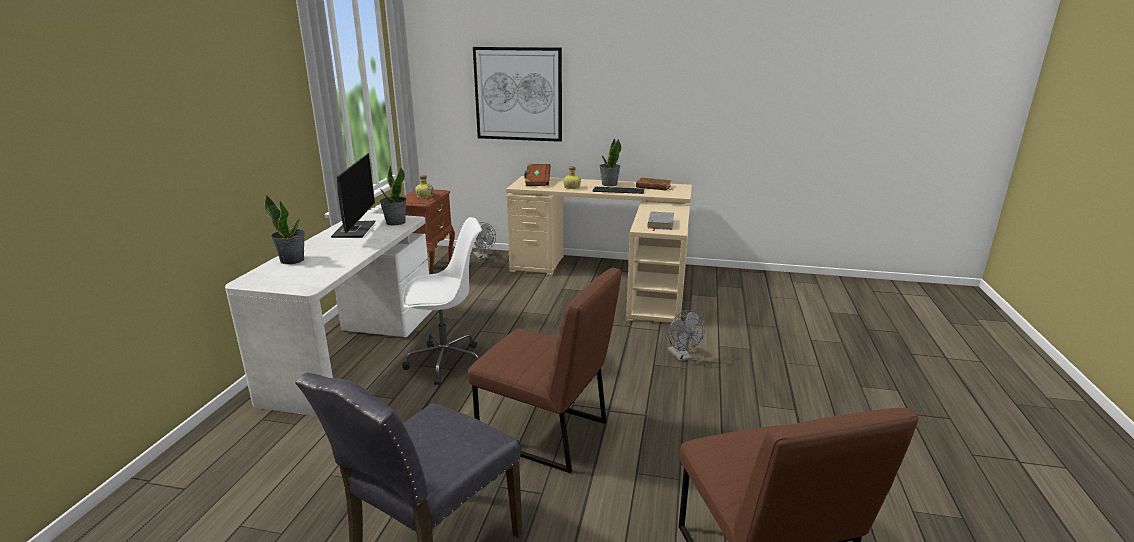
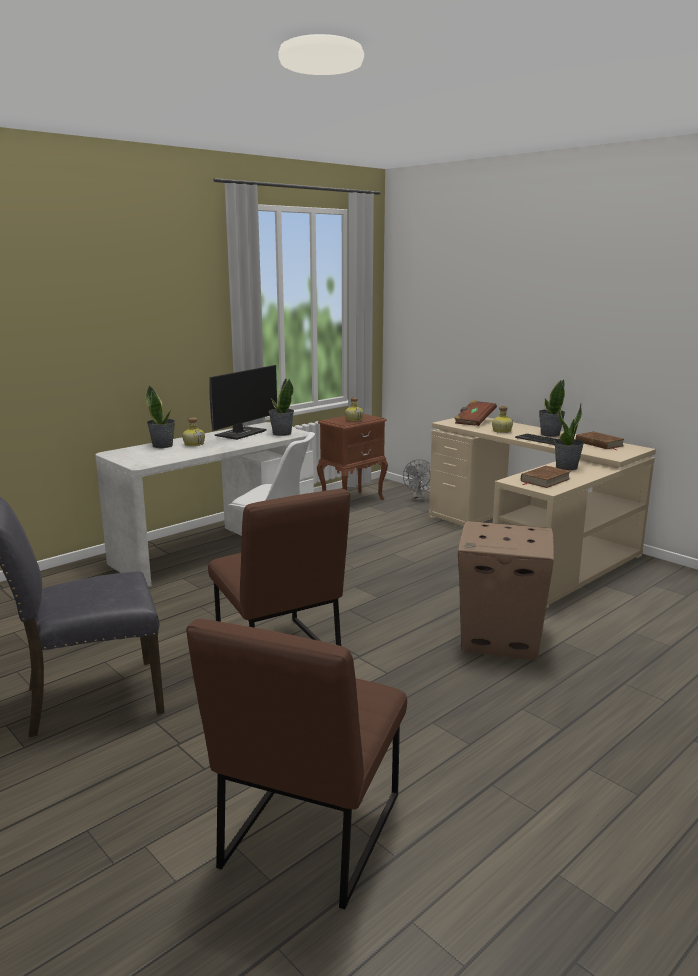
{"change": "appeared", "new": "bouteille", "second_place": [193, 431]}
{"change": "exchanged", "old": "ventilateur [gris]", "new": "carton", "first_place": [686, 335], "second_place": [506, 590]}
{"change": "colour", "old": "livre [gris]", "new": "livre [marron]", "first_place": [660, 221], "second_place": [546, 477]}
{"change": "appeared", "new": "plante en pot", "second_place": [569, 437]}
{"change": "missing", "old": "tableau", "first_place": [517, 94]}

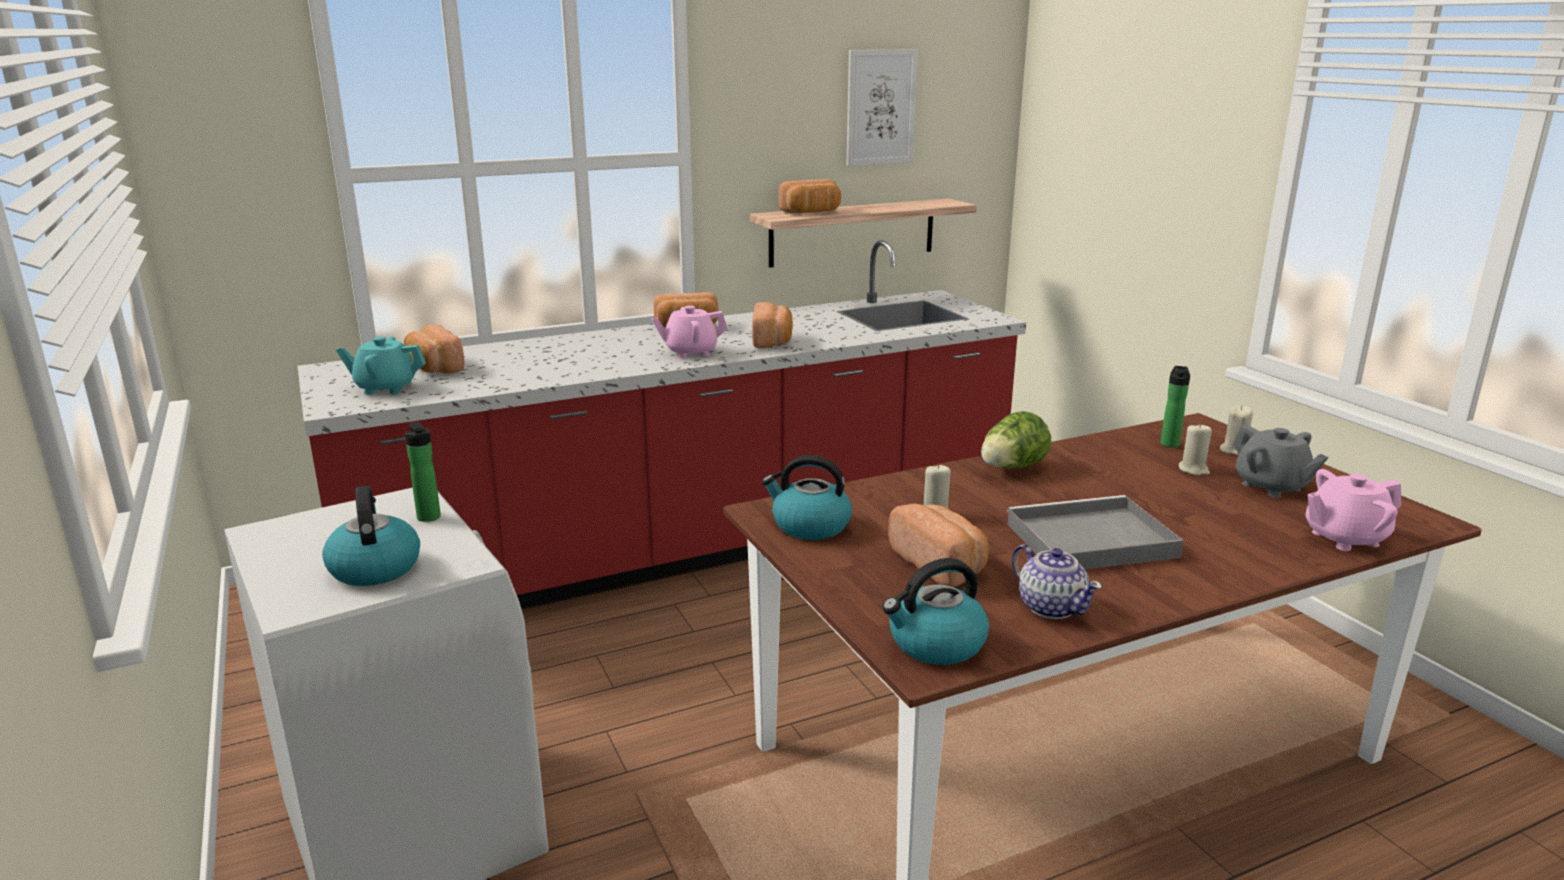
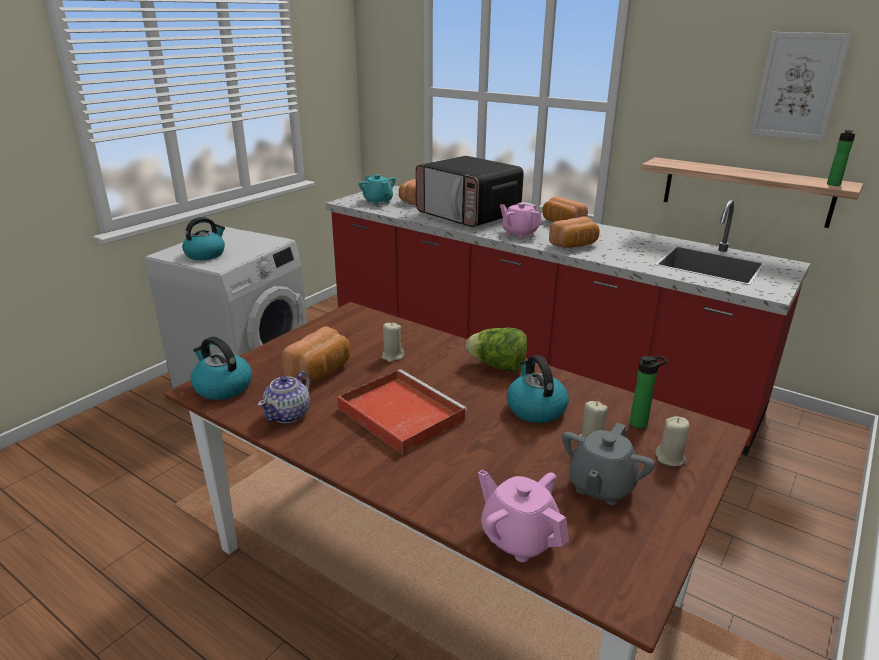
{"change": "colour", "old": "plateau [gris]", "new": "plateau [rouge]", "first_place": [1095, 532], "second_place": [402, 411]}
{"change": "appeared", "new": "micro-ondes", "second_place": [470, 191]}
{"change": "relocated", "old": "bouilloire", "first_place": [807, 497], "second_place": [538, 389]}
{"change": "relocated", "old": "bouteille", "first_place": [423, 472], "second_place": [841, 158]}
{"change": "missing", "old": "pain", "first_place": [809, 196]}

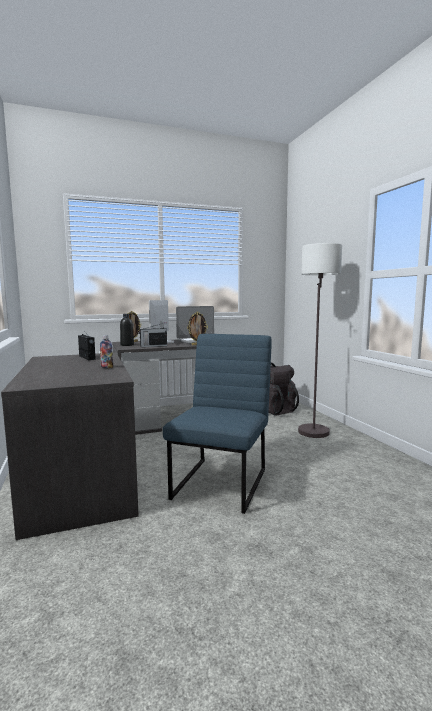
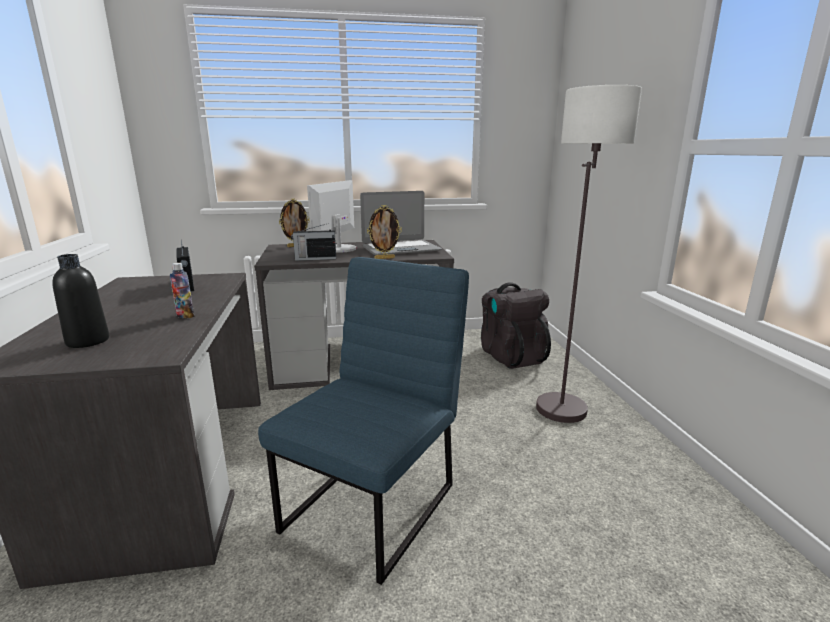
{"change": "relocated", "old": "bouteille [noir]", "first_place": [127, 330], "second_place": [80, 301]}

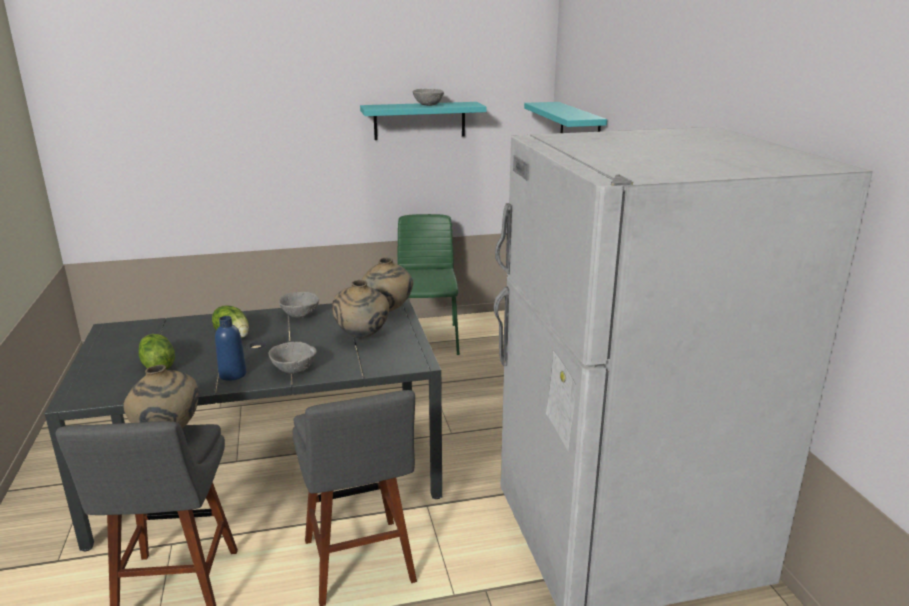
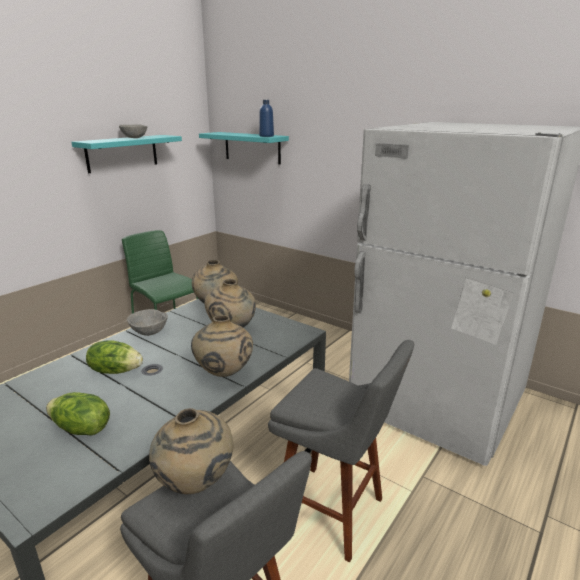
{"change": "exchanged", "old": "bol [gris]", "new": "vase [beige]", "first_place": [293, 358], "second_place": [222, 346]}
{"change": "relocated", "old": "bouteille [bleu]", "first_place": [231, 348], "second_place": [266, 118]}

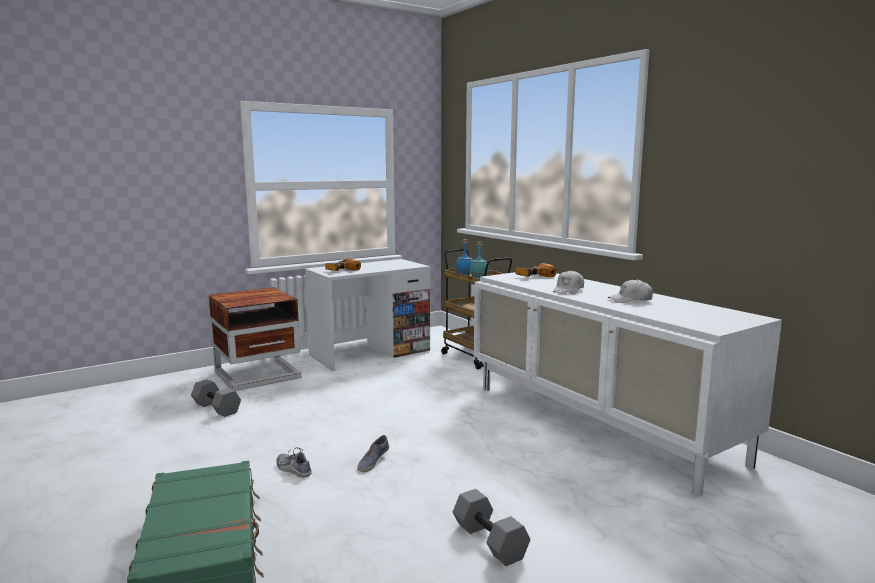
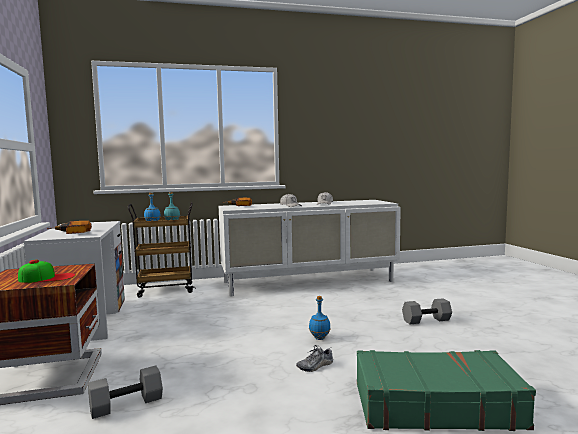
{"change": "appeared", "new": "casquette", "second_place": [47, 271]}
{"change": "exchanged", "old": "chaussure", "new": "bouteille [bleu]", "first_place": [373, 453], "second_place": [320, 318]}

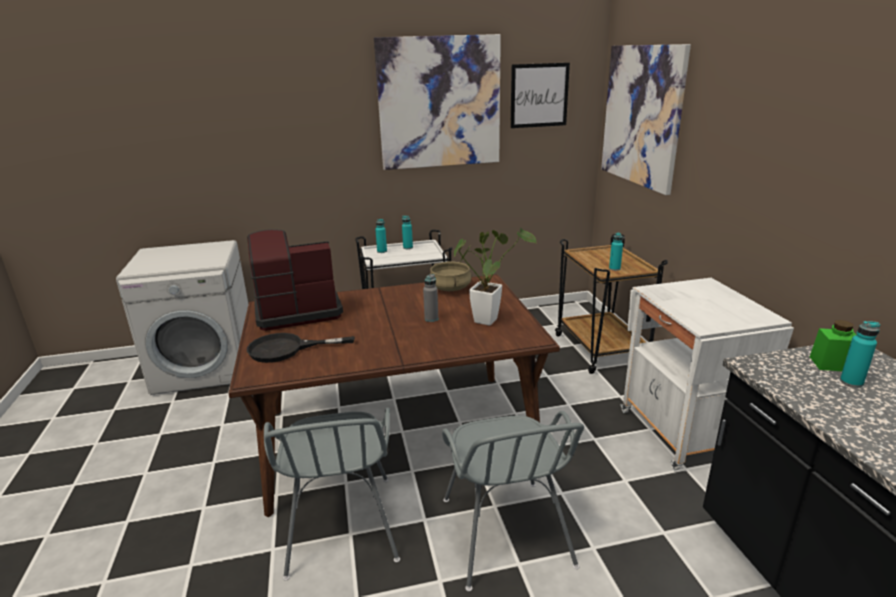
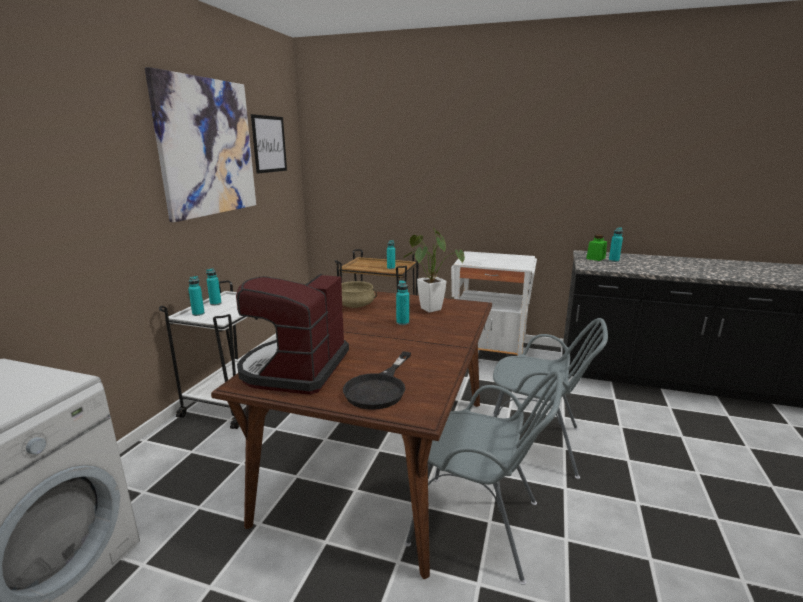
{"change": "colour", "old": "bouteille [gris]", "new": "bouteille [turquoise]", "first_place": [430, 298], "second_place": [402, 302]}
{"change": "missing", "old": "tableau", "first_place": [646, 119]}

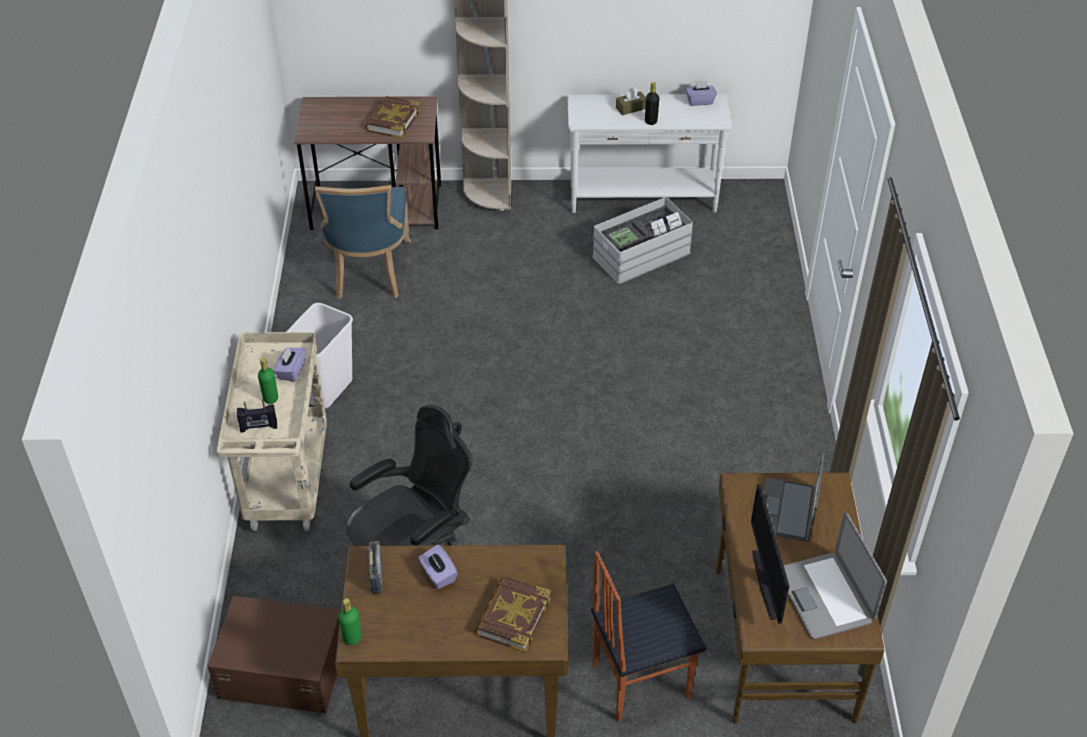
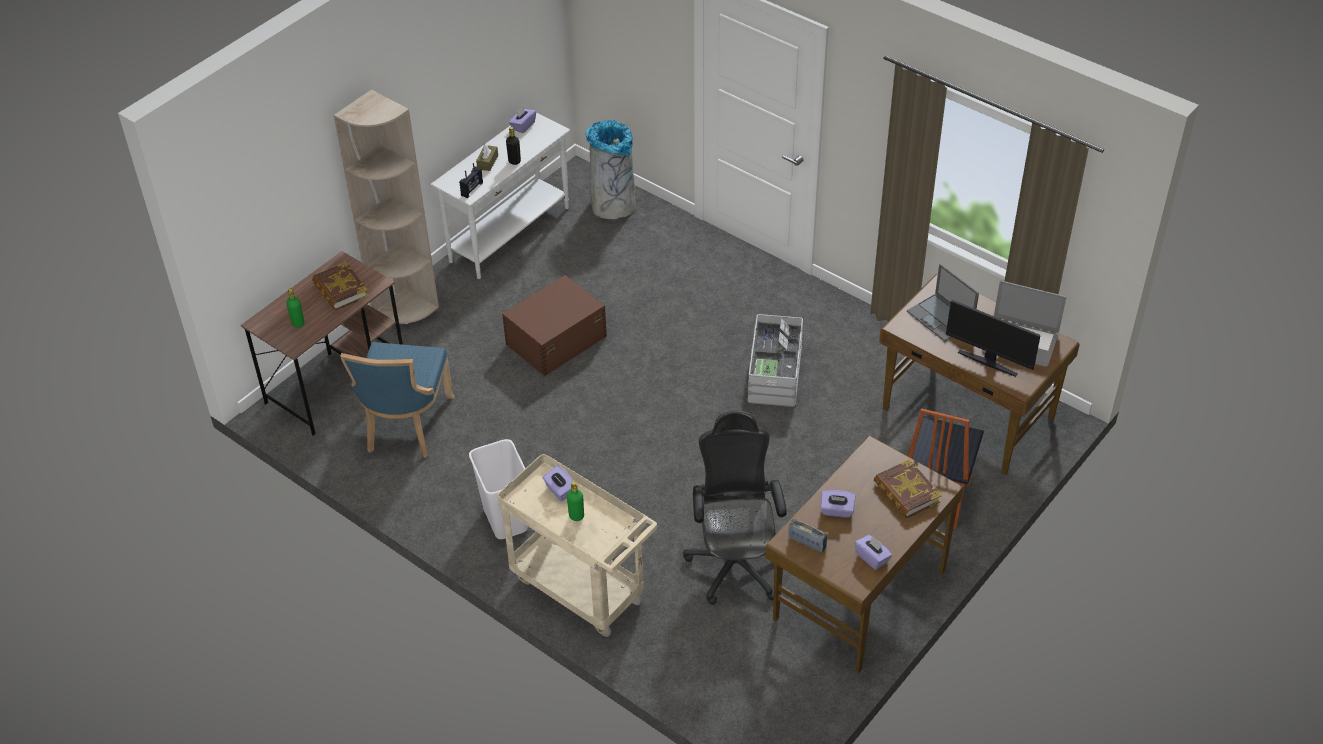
{"change": "relocated", "old": "bouteille [vert]", "first_place": [350, 621], "second_place": [295, 308]}
{"change": "spun", "old": "chaise [bleu]", "first_place": [363, 242], "second_place": [397, 400], "degrees": 60}
{"change": "relocated", "old": "radio", "first_place": [257, 415], "second_place": [471, 180]}
{"change": "relocated", "old": "boîte de rangement [marron]", "first_place": [274, 654], "second_place": [554, 325]}
{"change": "appeared", "new": "poubelle [gris]", "second_place": [610, 169]}
{"change": "relocated", "old": "boîte de rangement [gris]", "first_place": [642, 240], "second_place": [775, 360]}
{"change": "appeared", "new": "boîte à mouchoirs [violet]", "second_place": [873, 552]}

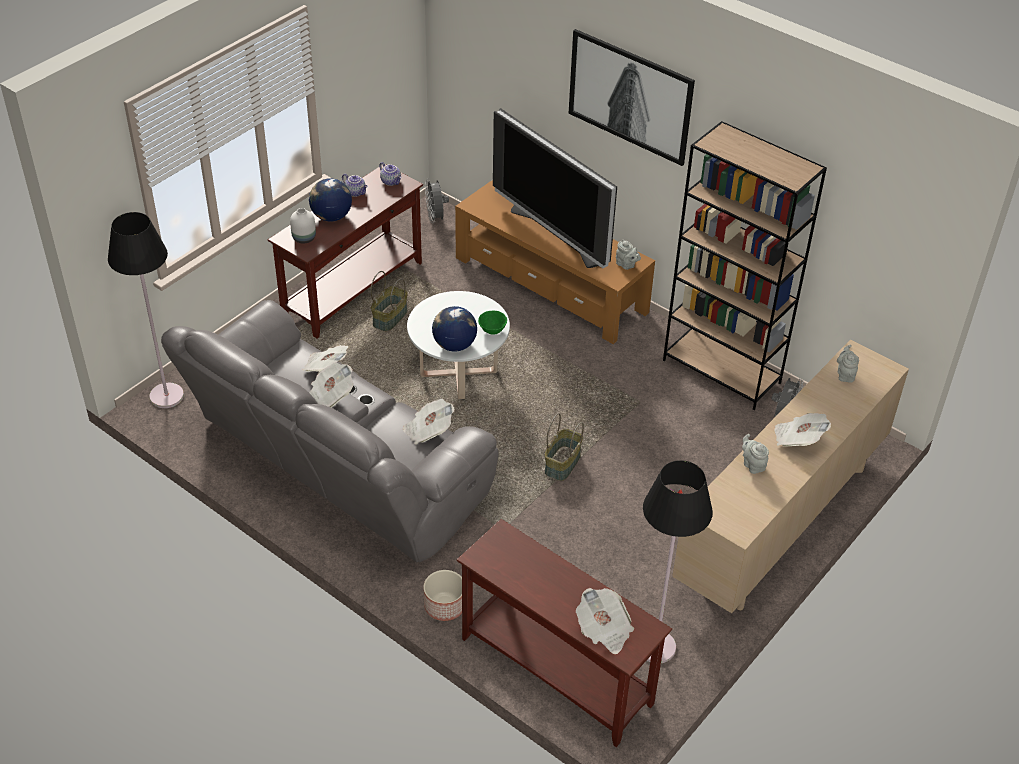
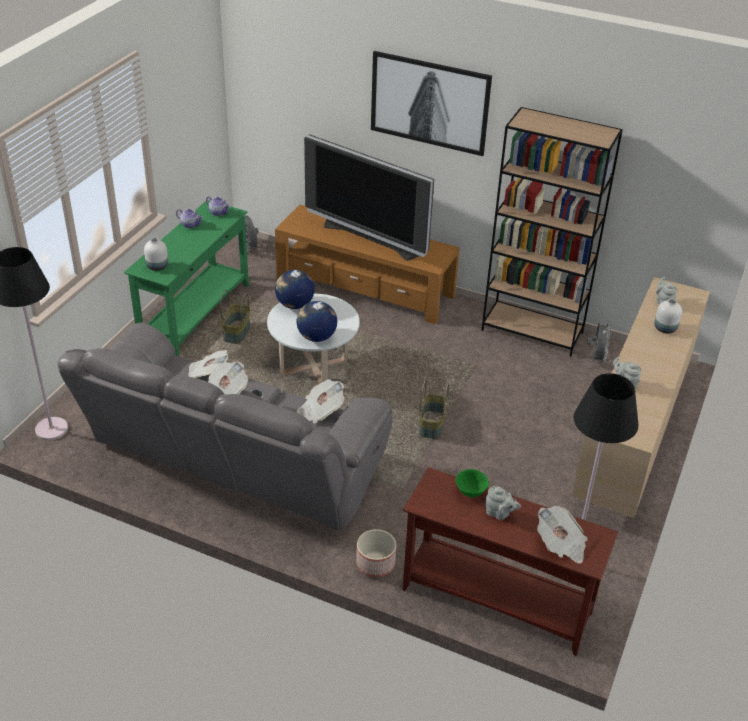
{"change": "colour", "old": "table console [marron]", "new": "table console [vert]", "first_place": [345, 251], "second_place": [186, 278]}
{"change": "relocated", "old": "globe", "first_place": [330, 199], "second_place": [294, 289]}
{"change": "relocated", "old": "bol [vert]", "first_place": [492, 322], "second_place": [472, 483]}
{"change": "relocated", "old": "théière [gris]", "first_place": [628, 255], "second_place": [503, 503]}
{"change": "appeared", "new": "vase [blanc]", "second_place": [668, 316]}
{"change": "missing", "old": "journal", "first_place": [802, 430]}

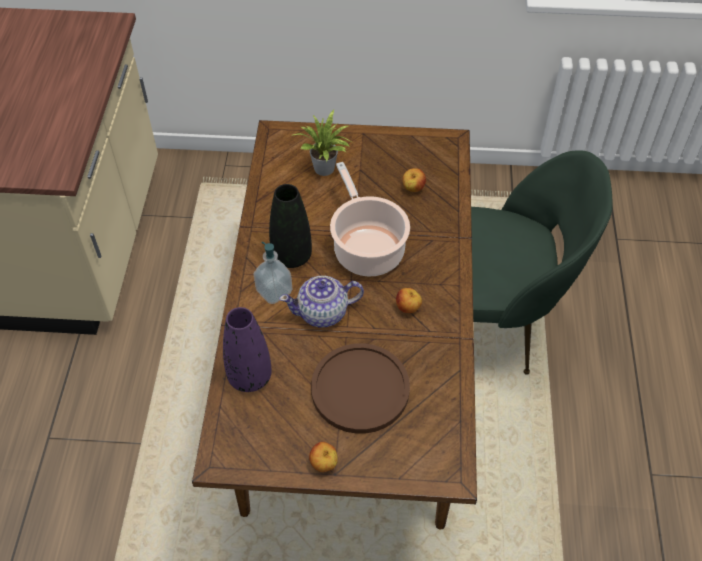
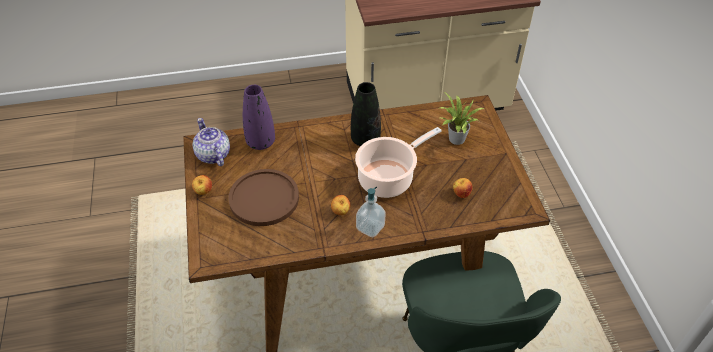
{"change": "relocated", "old": "théière", "first_place": [321, 302], "second_place": [211, 142]}
{"change": "relocated", "old": "distributeur de savon", "first_place": [272, 273], "second_place": [371, 212]}

